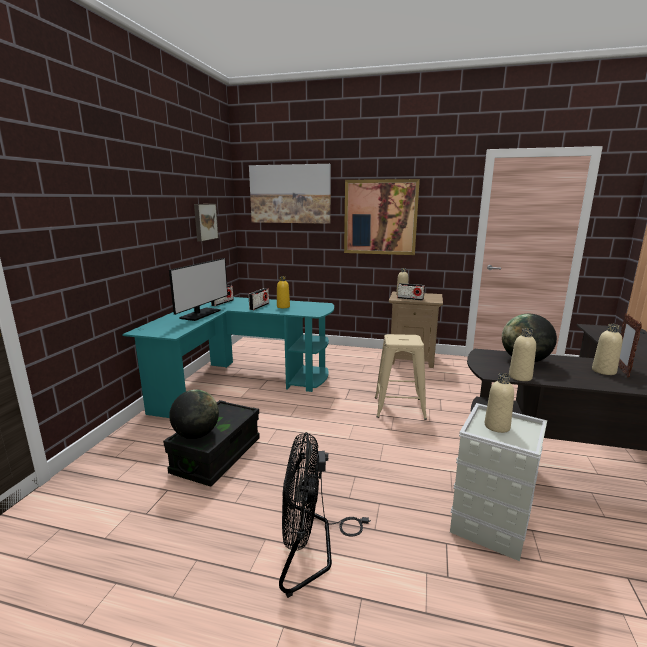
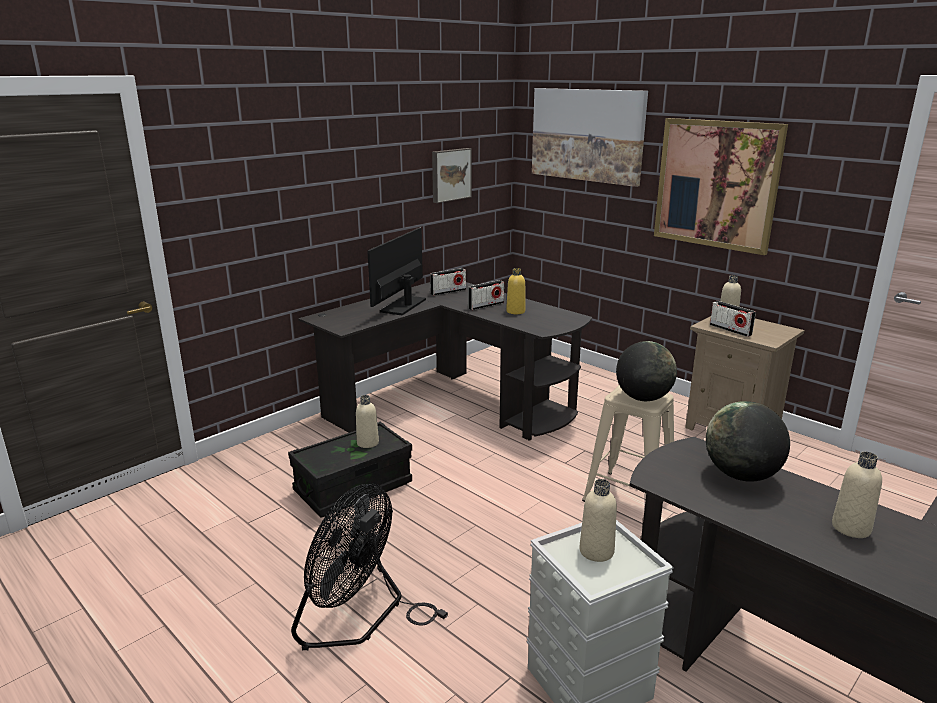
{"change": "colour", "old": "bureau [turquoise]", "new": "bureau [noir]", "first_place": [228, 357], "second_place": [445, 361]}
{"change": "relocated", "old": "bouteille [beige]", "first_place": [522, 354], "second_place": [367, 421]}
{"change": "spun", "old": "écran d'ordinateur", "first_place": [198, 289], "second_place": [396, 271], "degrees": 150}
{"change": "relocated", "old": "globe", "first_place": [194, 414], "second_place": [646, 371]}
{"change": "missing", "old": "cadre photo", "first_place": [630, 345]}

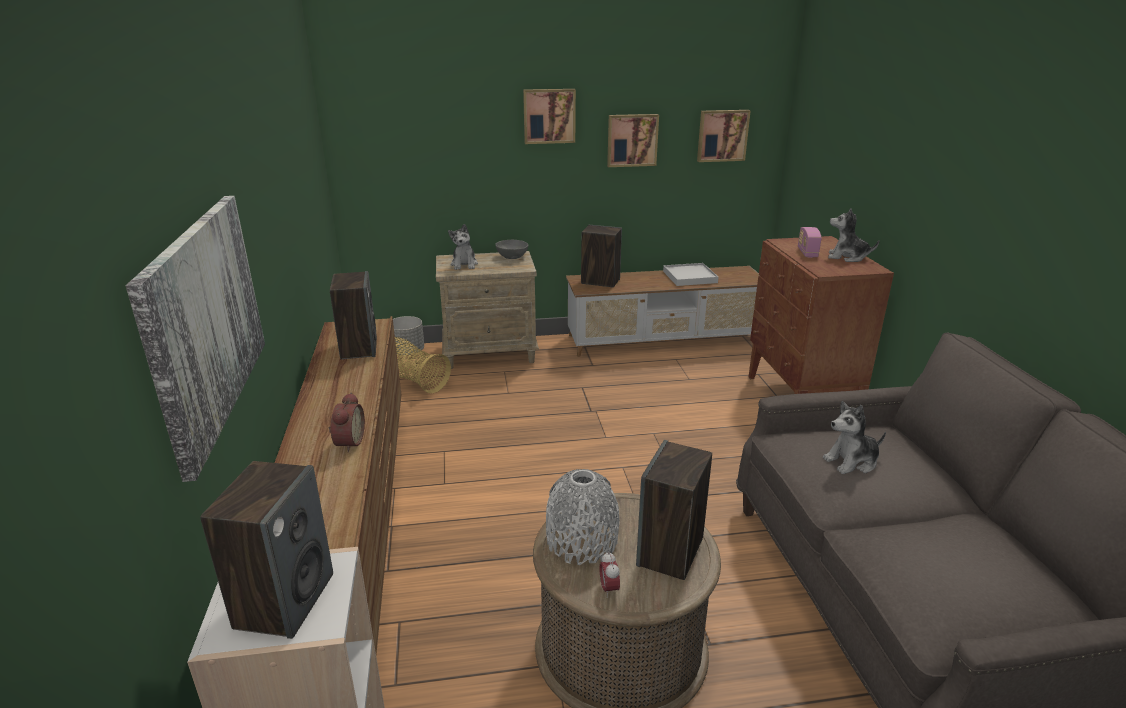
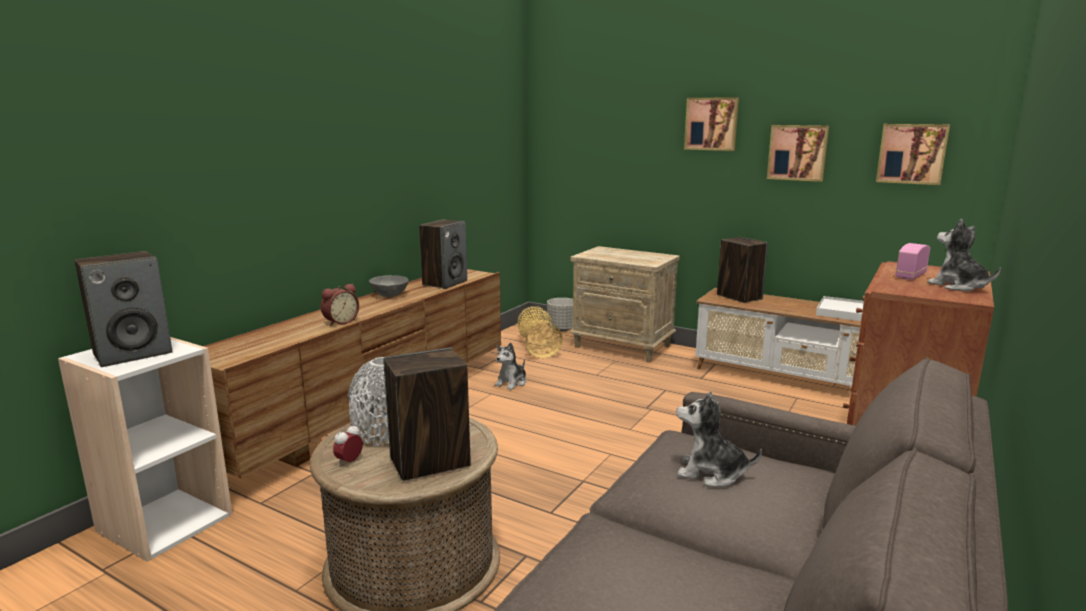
{"change": "relocated", "old": "bol [gris]", "first_place": [511, 249], "second_place": [388, 286]}
{"change": "relocated", "old": "peluche", "first_place": [463, 247], "second_place": [510, 366]}
{"change": "missing", "old": "tableau", "first_place": [195, 339]}

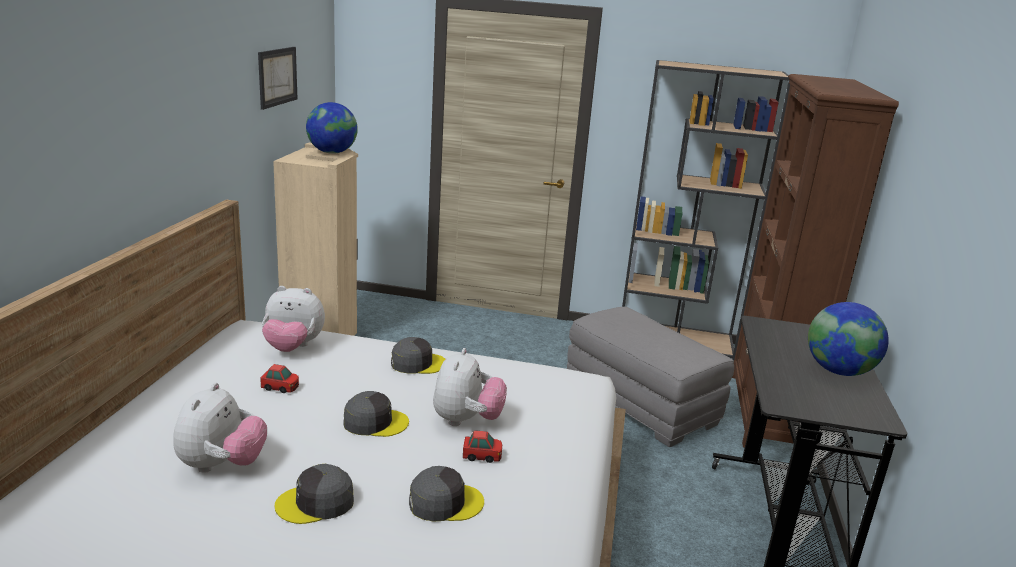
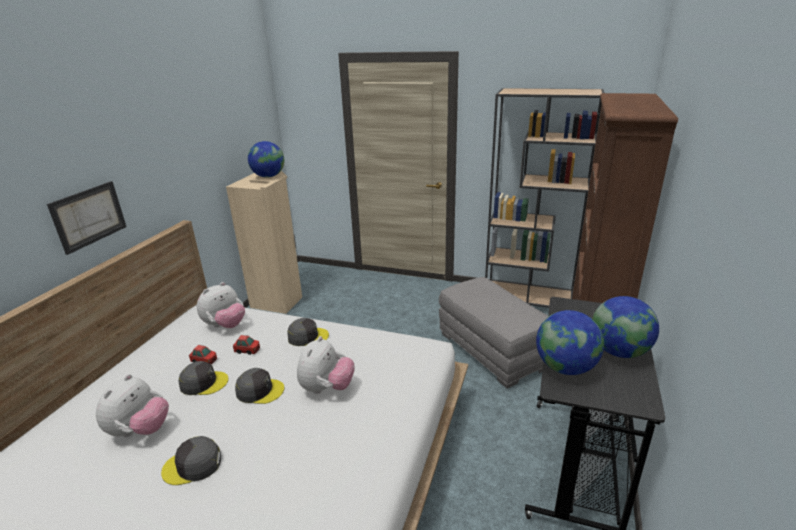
{"change": "relocated", "old": "tableau", "first_place": [277, 78], "second_place": [86, 218]}
{"change": "relocated", "old": "casquette [gris]", "first_place": [446, 494], "second_place": [204, 378]}
{"change": "spun", "old": "peluche", "first_place": [293, 319], "second_place": [221, 305], "degrees": -60}
{"change": "relocated", "old": "petite voiture", "first_place": [482, 446], "second_place": [246, 345]}
{"change": "appeared", "new": "globe", "second_place": [570, 342]}

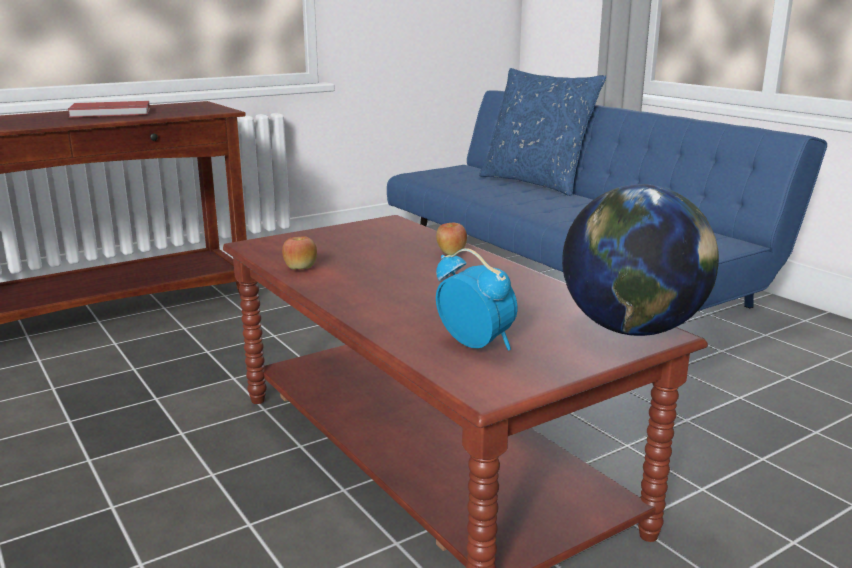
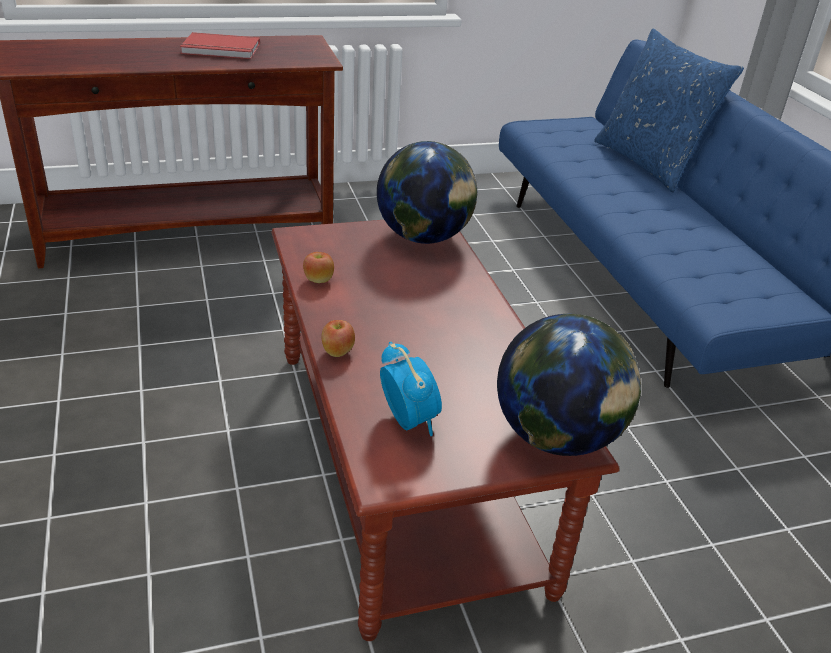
{"change": "relocated", "old": "pomme", "first_place": [451, 239], "second_place": [338, 338]}
{"change": "appeared", "new": "globe", "second_place": [427, 192]}

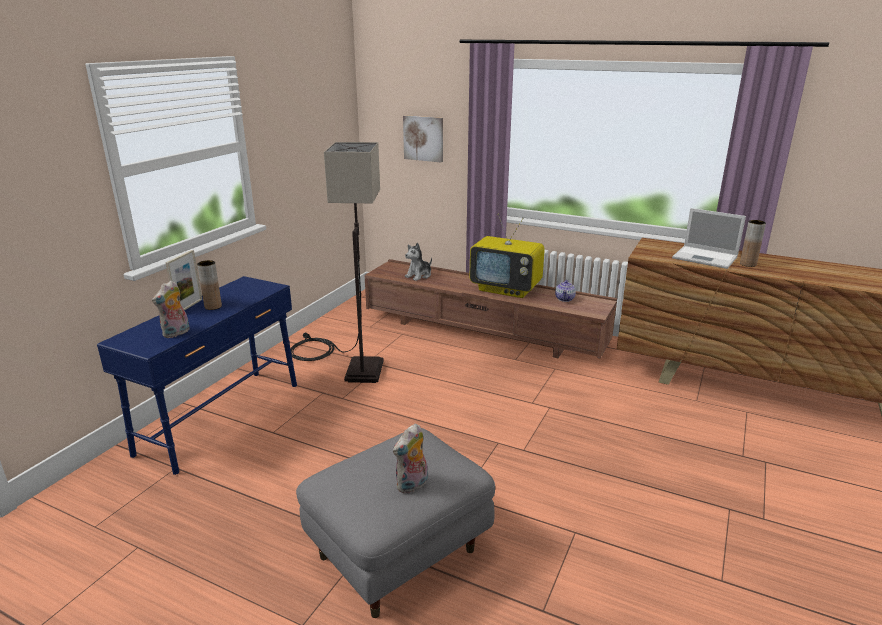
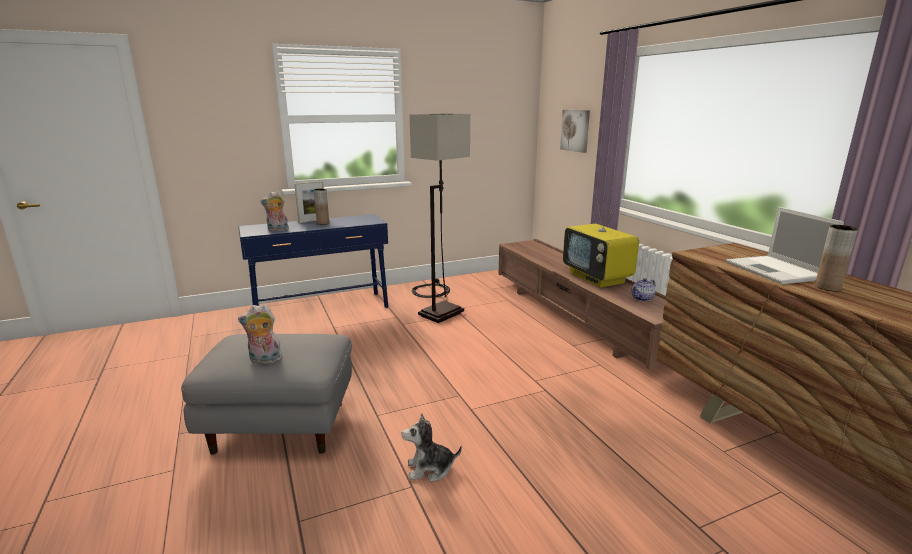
{"change": "relocated", "old": "peluche", "first_place": [418, 262], "second_place": [432, 447]}

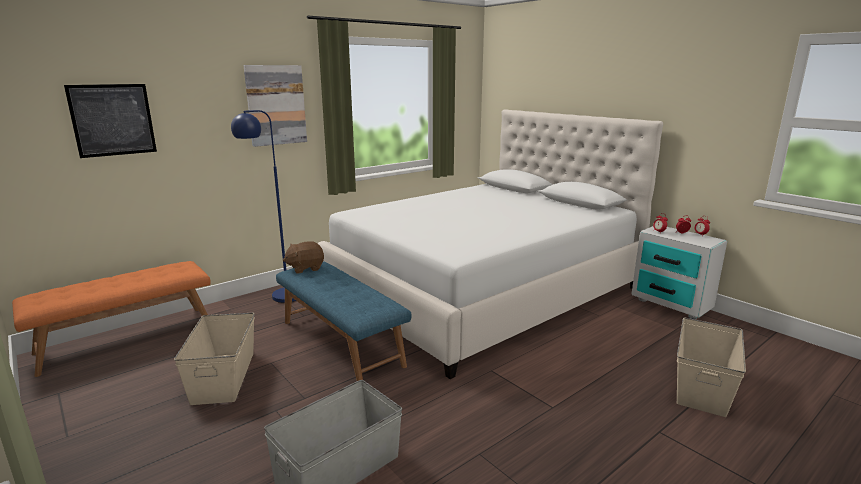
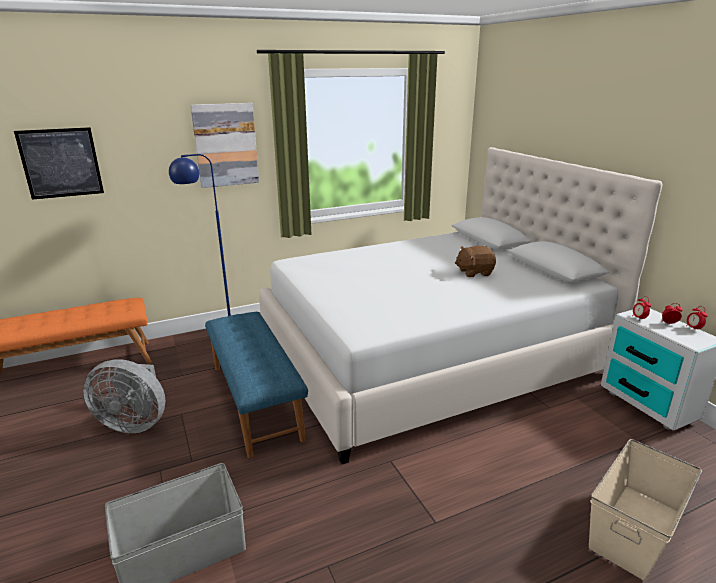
{"change": "exchanged", "old": "boîte de rangement [beige]", "new": "ventilateur [gris]", "first_place": [214, 359], "second_place": [124, 396]}
{"change": "relocated", "old": "peluche [marron]", "first_place": [303, 257], "second_place": [475, 261]}

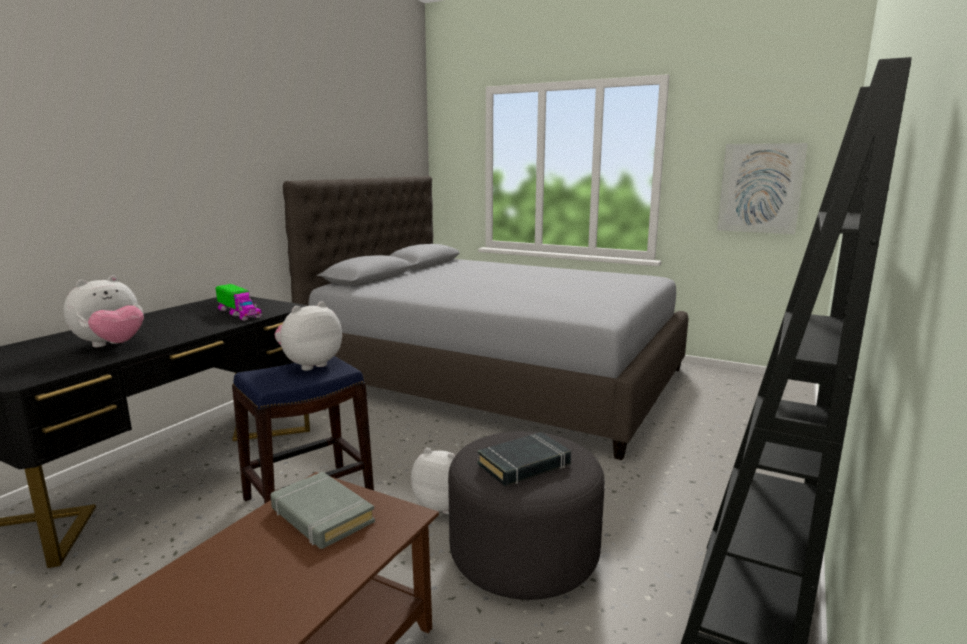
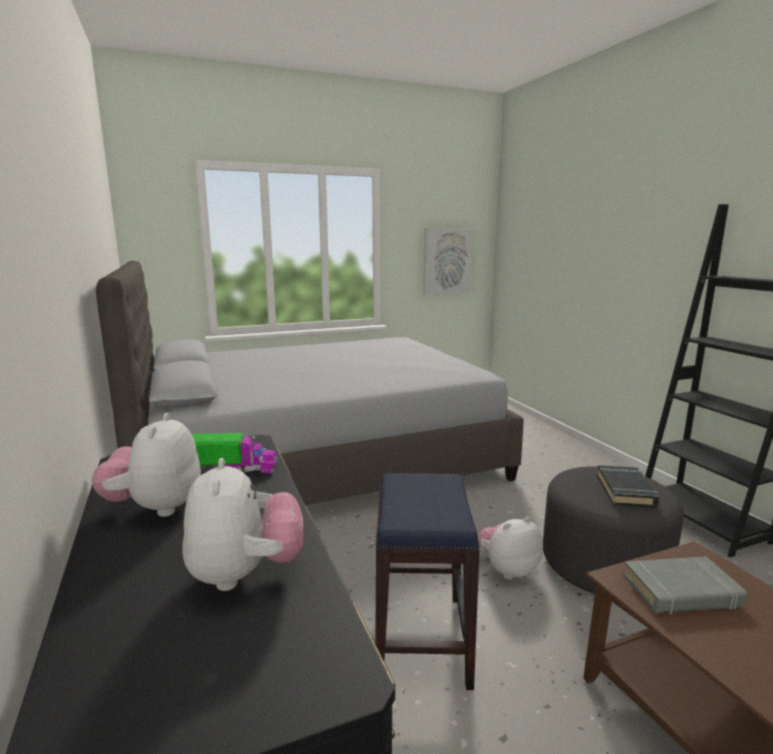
{"change": "relocated", "old": "peluche", "first_place": [308, 336], "second_place": [146, 465]}

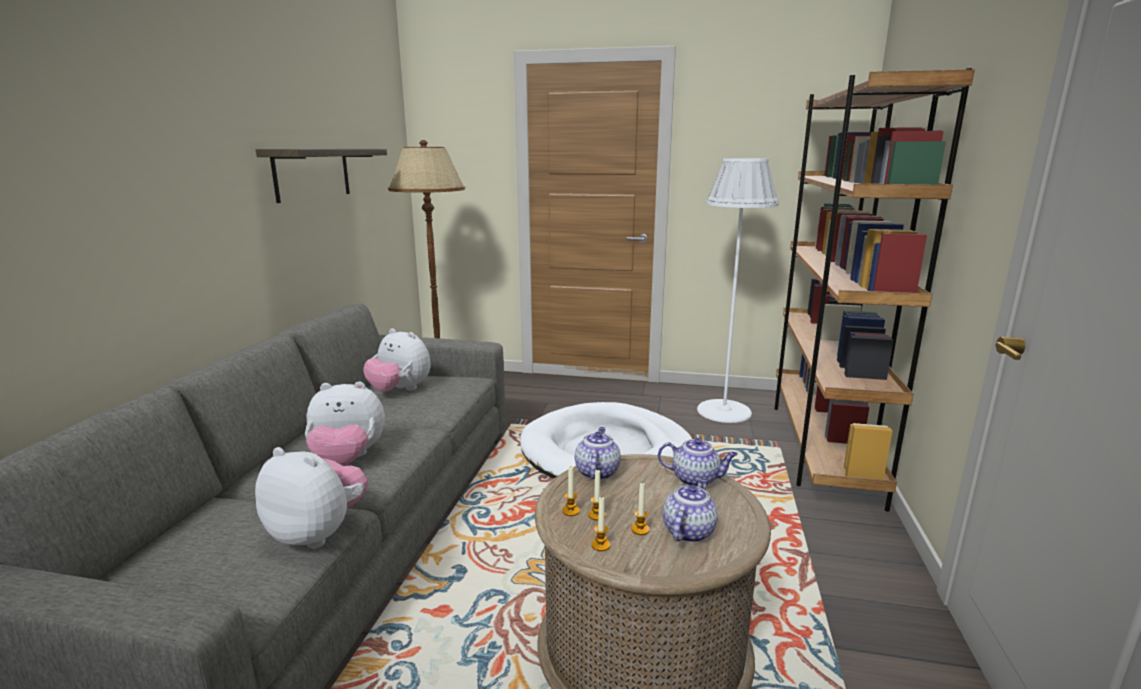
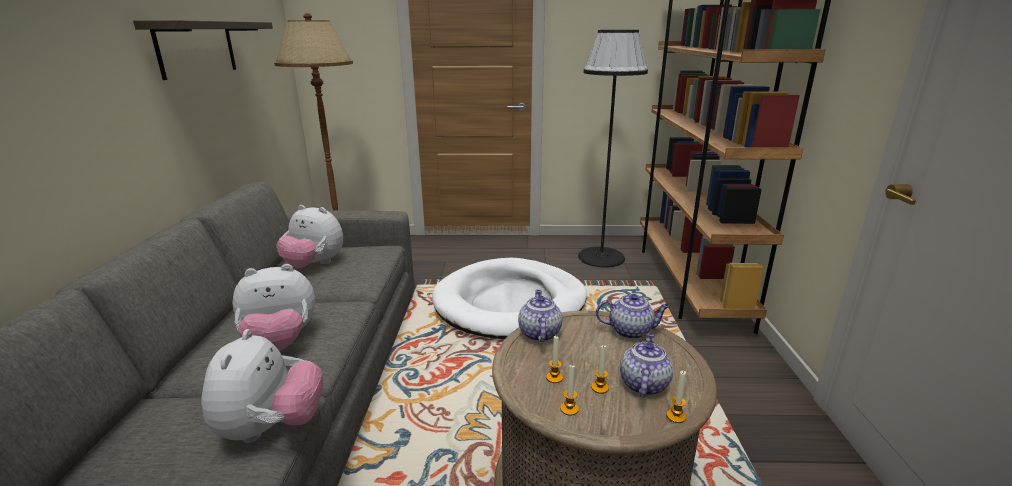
{"change": "spun", "old": "peluche", "first_place": [311, 498], "second_place": [262, 386], "degrees": 75}
{"change": "colour", "old": "lampadaire [blanc]", "new": "lampadaire [noir]", "first_place": [738, 290], "second_place": [613, 149]}
{"change": "relocated", "old": "bougie", "first_place": [571, 491], "second_place": [676, 397]}

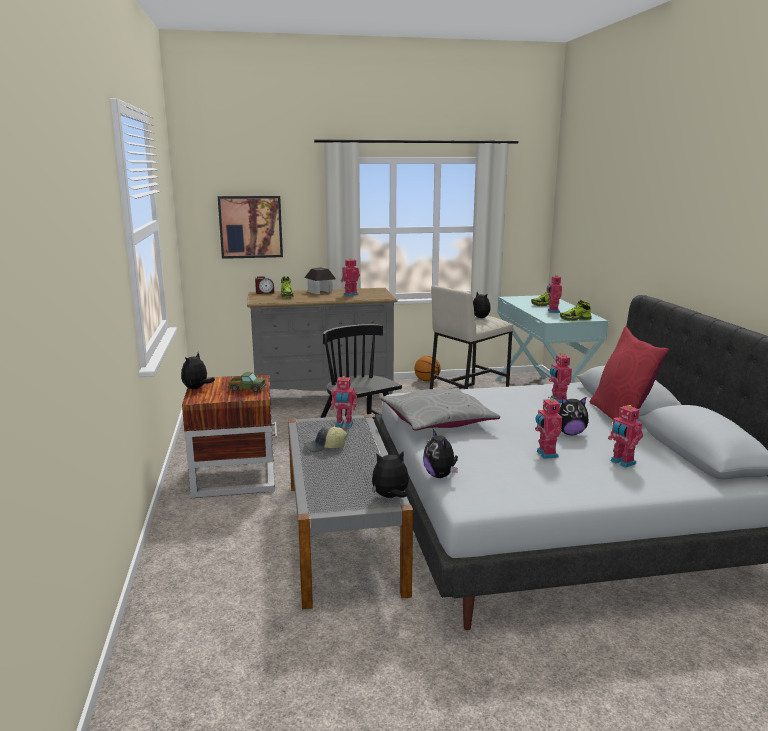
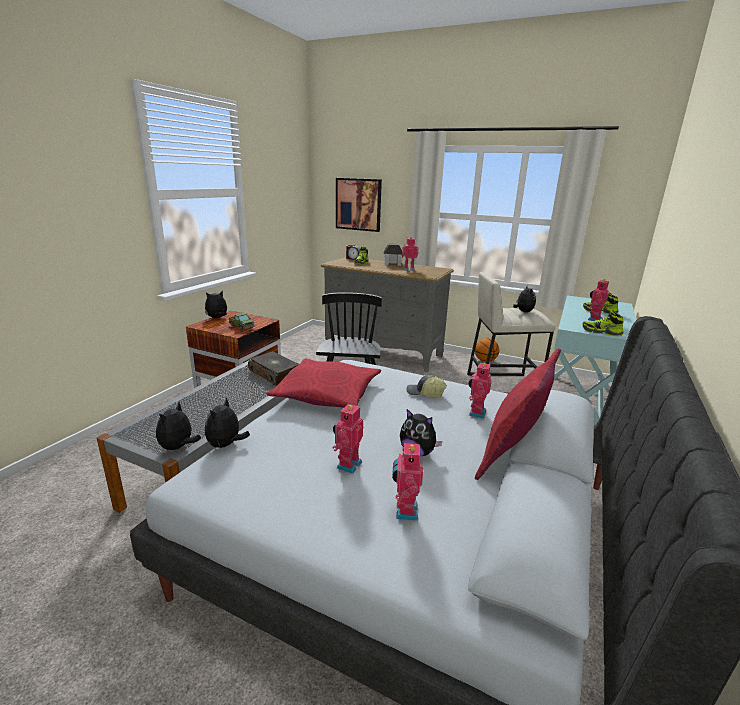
{"change": "spun", "old": "peluche", "first_place": [390, 474], "second_place": [178, 426], "degrees": -90}
{"change": "exchanged", "old": "robot jouet", "new": "livre", "first_place": [344, 402], "second_place": [273, 368]}
{"change": "colour", "old": "coussin [gris]", "new": "coussin [rouge]", "first_place": [440, 409], "second_place": [323, 383]}
{"change": "relocated", "old": "casquette", "first_place": [325, 439], "second_place": [426, 386]}

